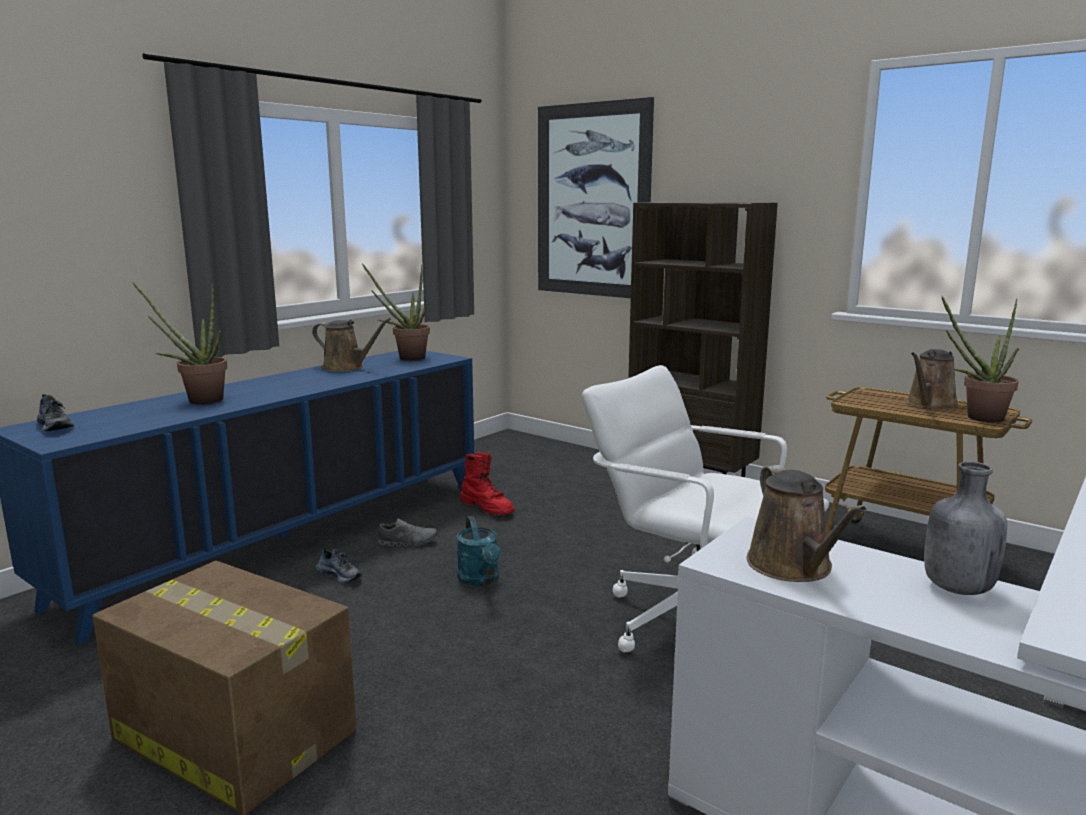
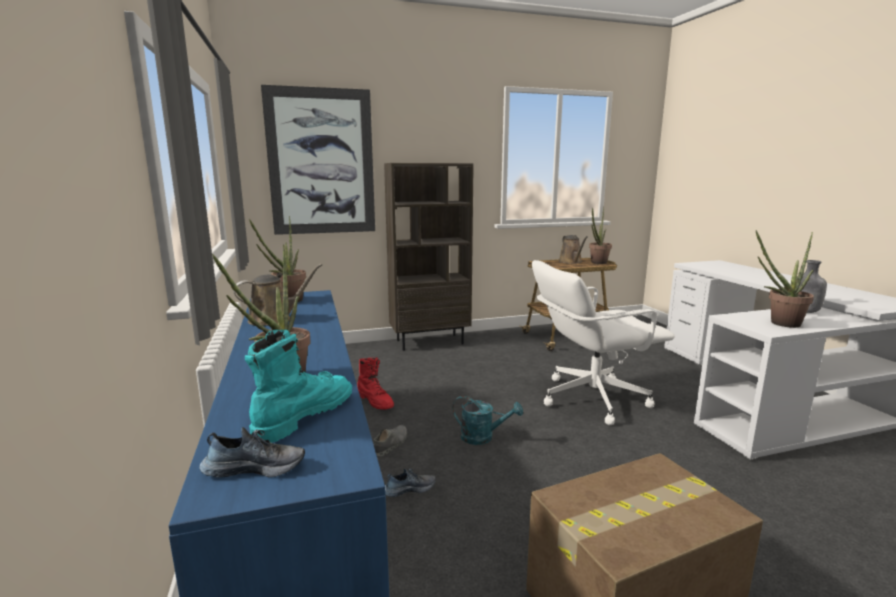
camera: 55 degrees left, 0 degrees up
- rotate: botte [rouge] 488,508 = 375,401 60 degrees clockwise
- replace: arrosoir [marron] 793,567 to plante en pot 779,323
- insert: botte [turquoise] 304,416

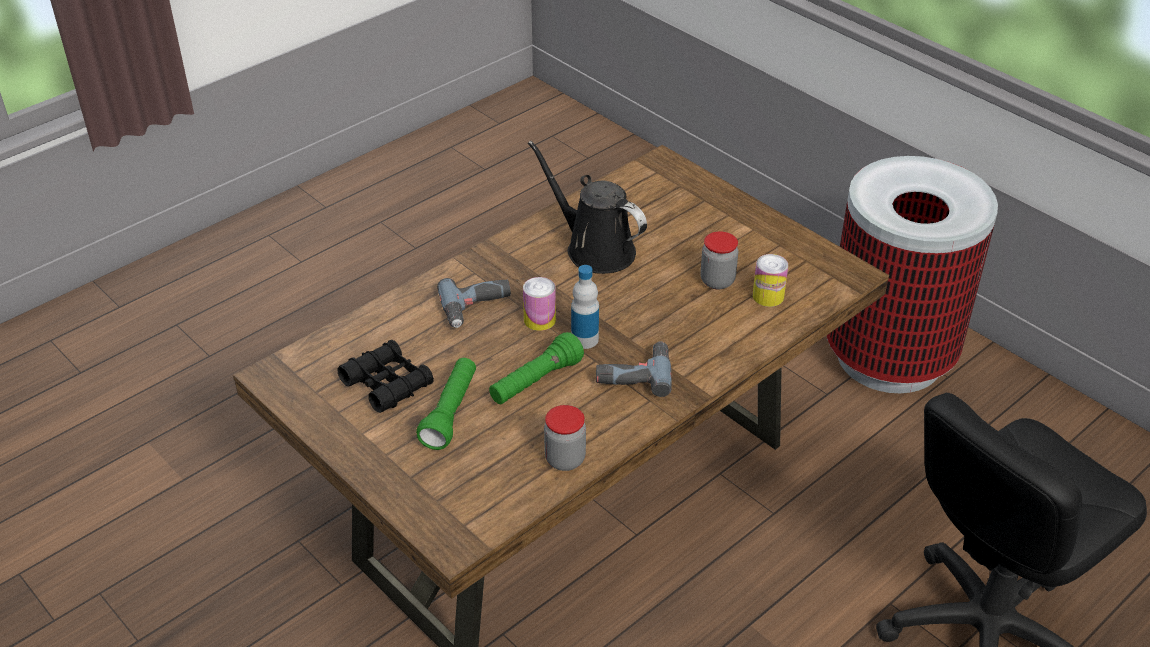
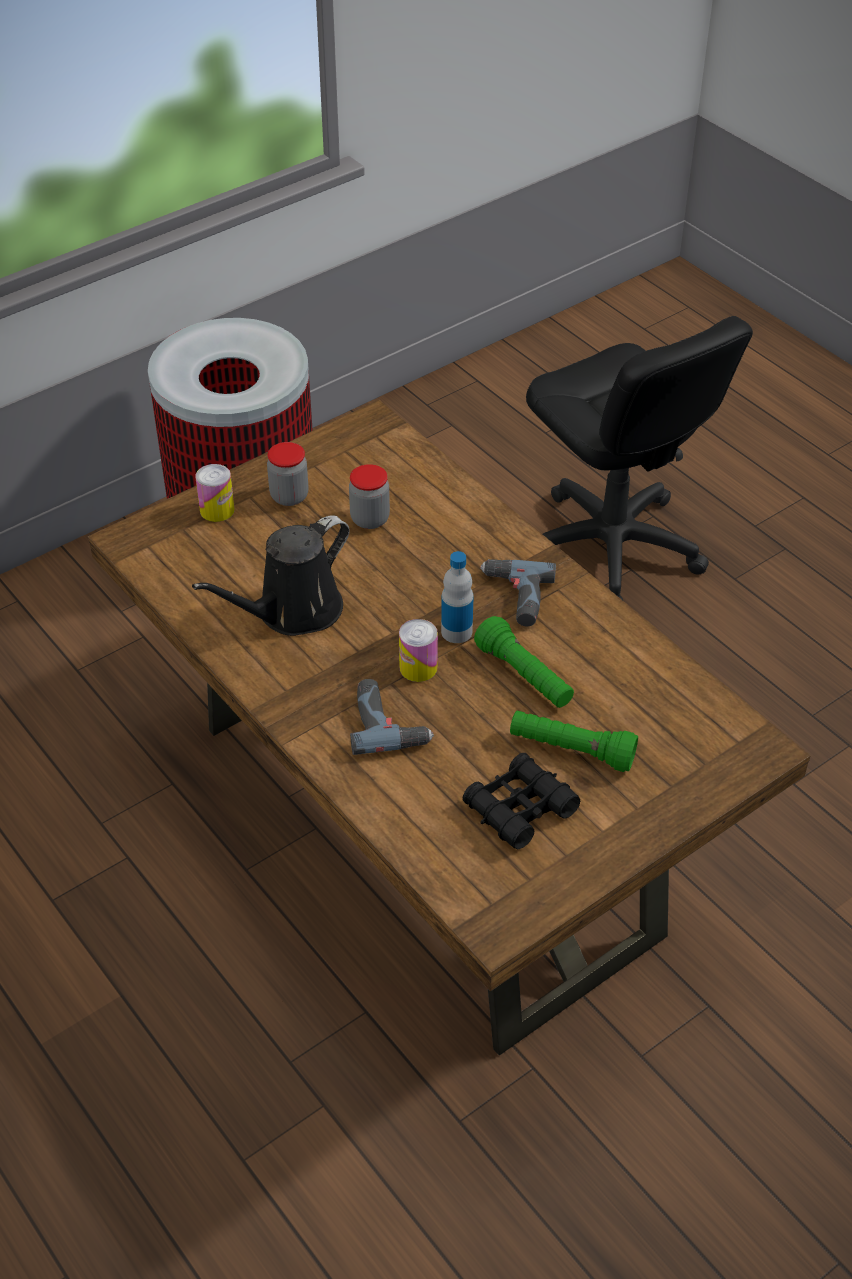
camera: 85 degrees left, 5 degrees up
- move: bocal 565,459 to 289,496
- move: boîte métallique 768,296 to 217,510

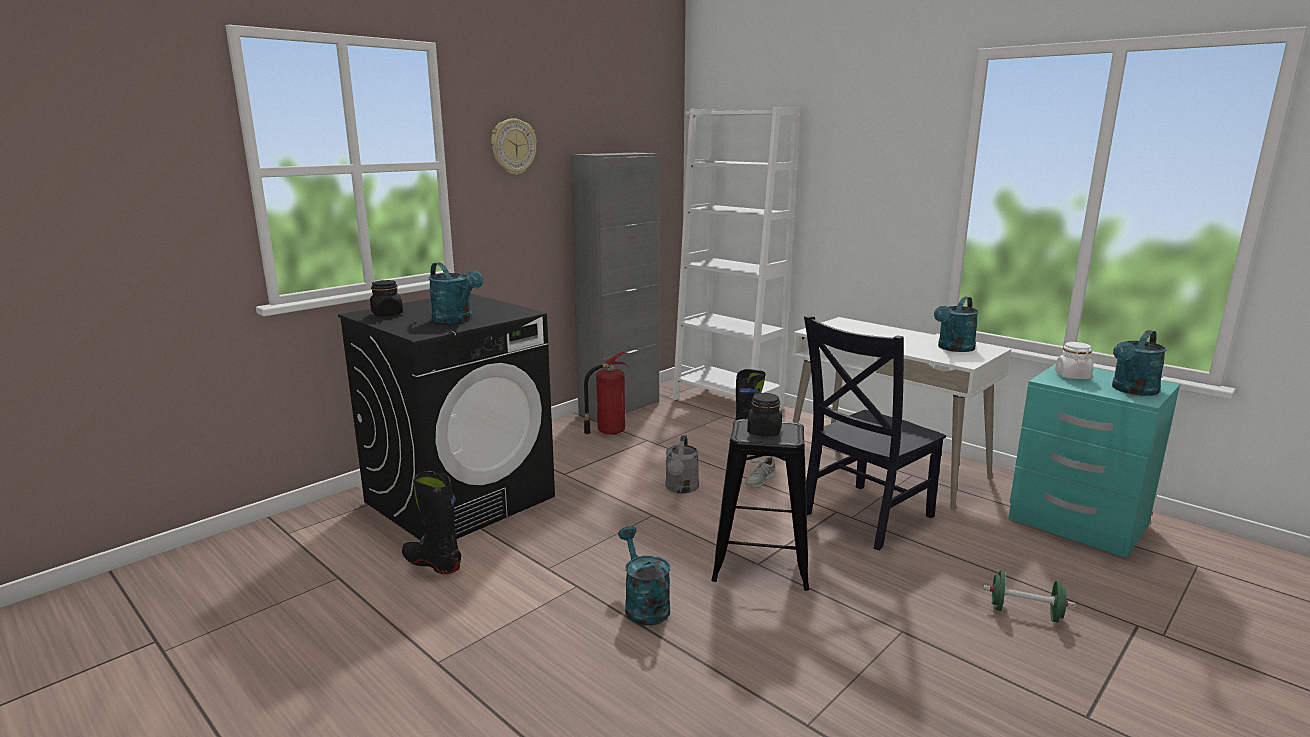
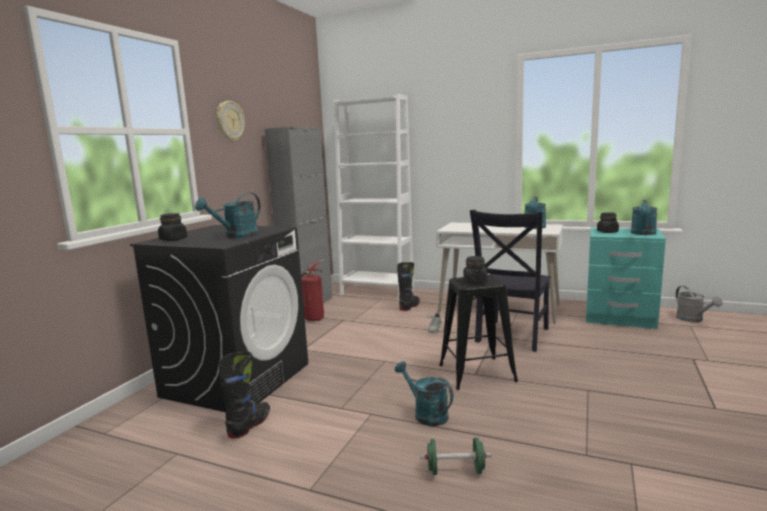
camera: 20 degrees left, 5 degrees down
- rotate: botte [noir] 432,563 = 250,425 105 degrees clockwise
- rotate: arrosoir [turquoise] 456,320 = 236,236 105 degrees clockwise
- move: arrosoir [gris] 681,488 to 693,319
- move: haltère [vert] 1025,612 to 455,470
- recolor: bocal [blanc] 1072,376 to bocal [noir] 607,232

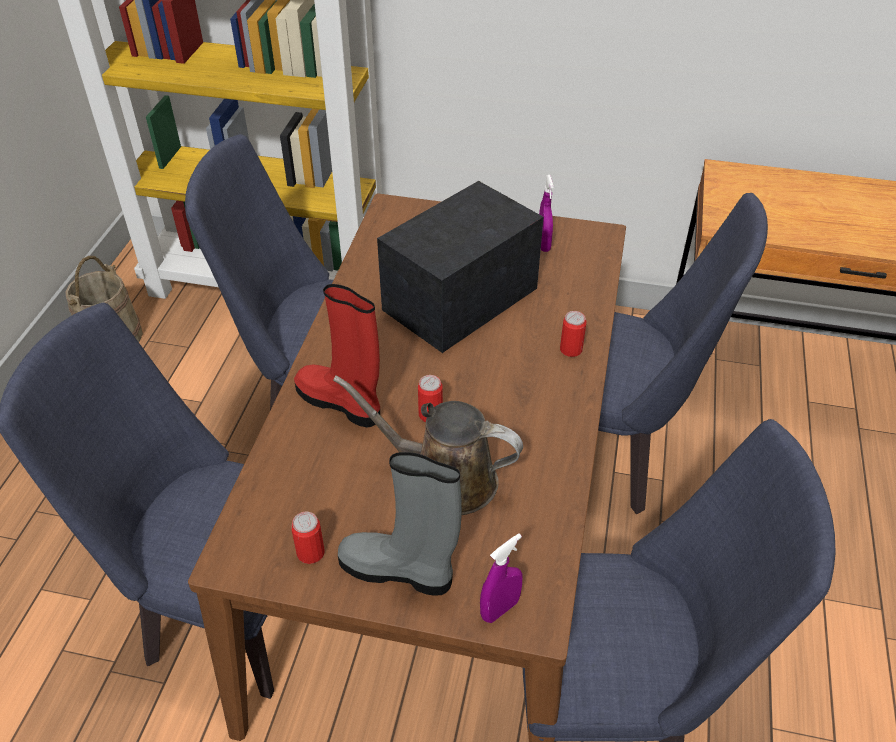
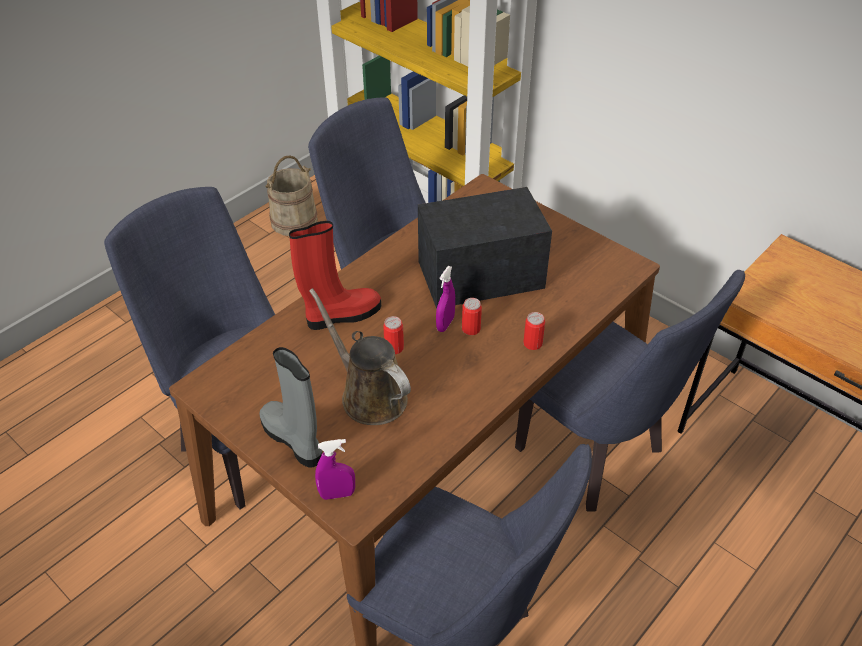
camera: 30 degrees right, 0 degrees up
- move: boîte métallique 310,552 to 471,329
- rotate: botte [rouge] 341,403 = 341,315 90 degrees clockwise
- move: vaporisateur [violet] 543,244 to 445,324

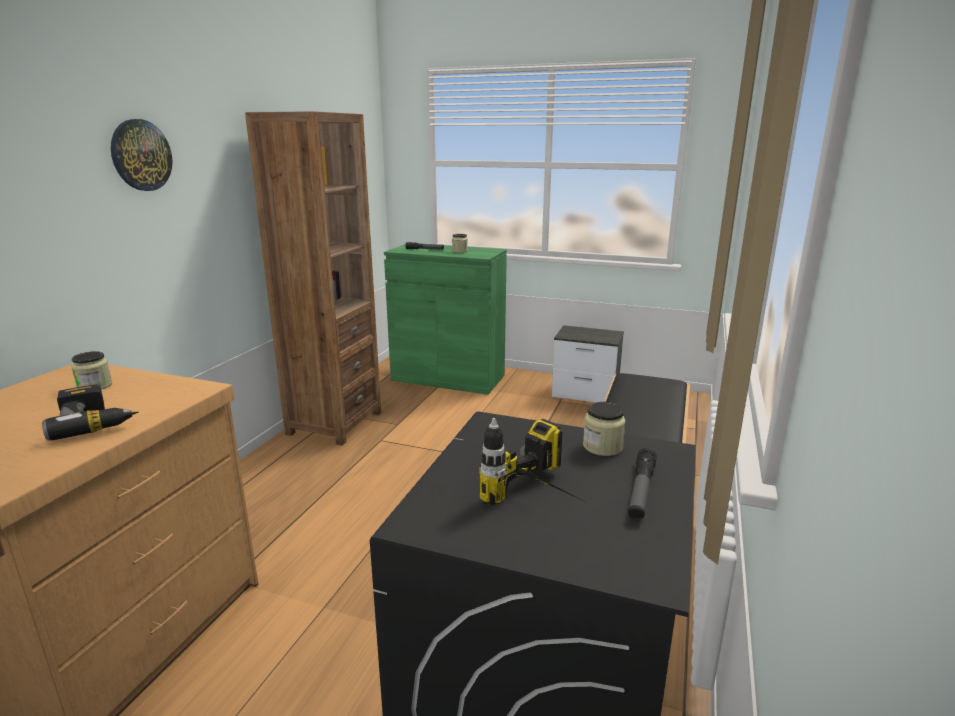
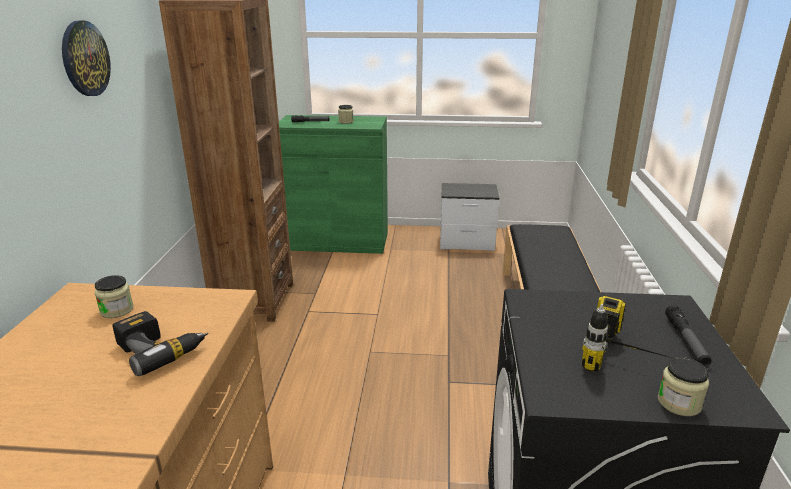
camera: 15 degrees left, 5 degrees up
- move: bocal 602,447 to 679,403

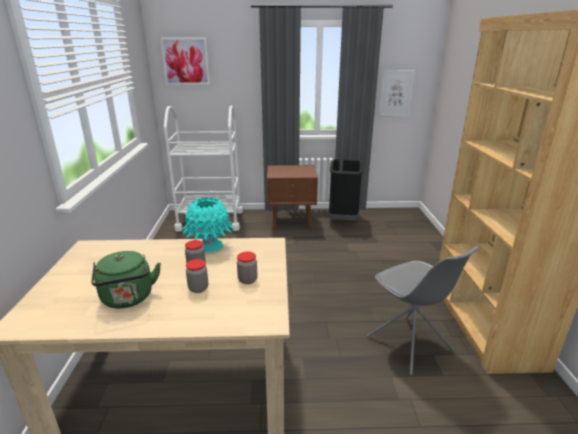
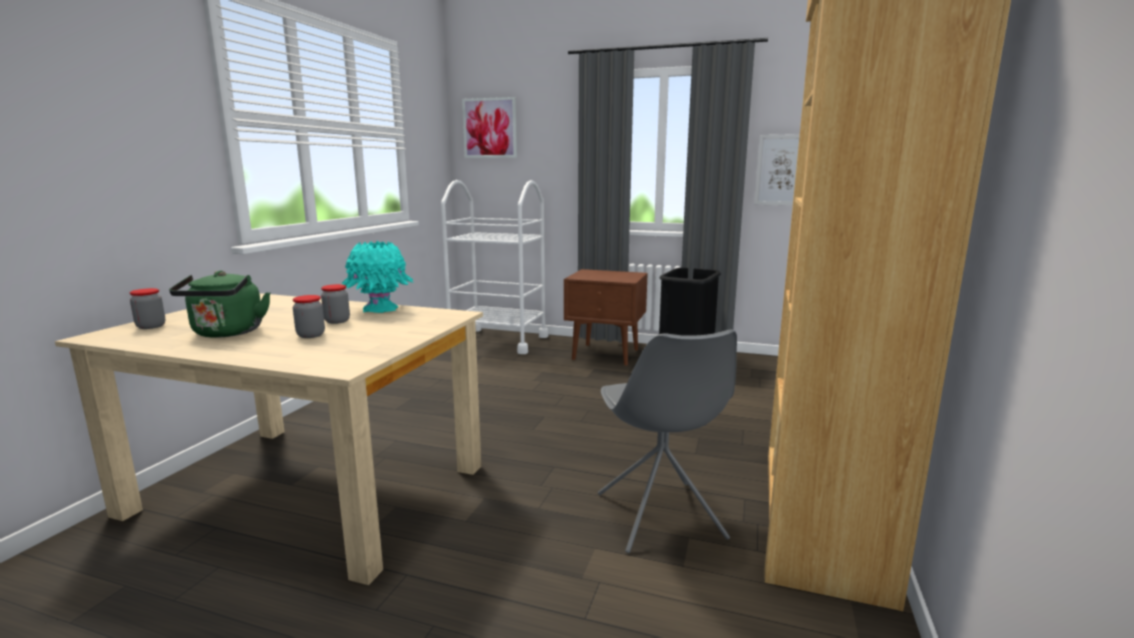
camera: 20 degrees right, 10 degrees down
- move: bocal 247,280 to 151,326

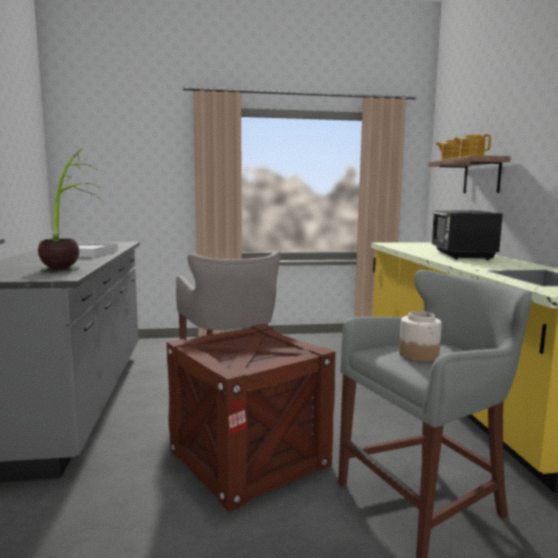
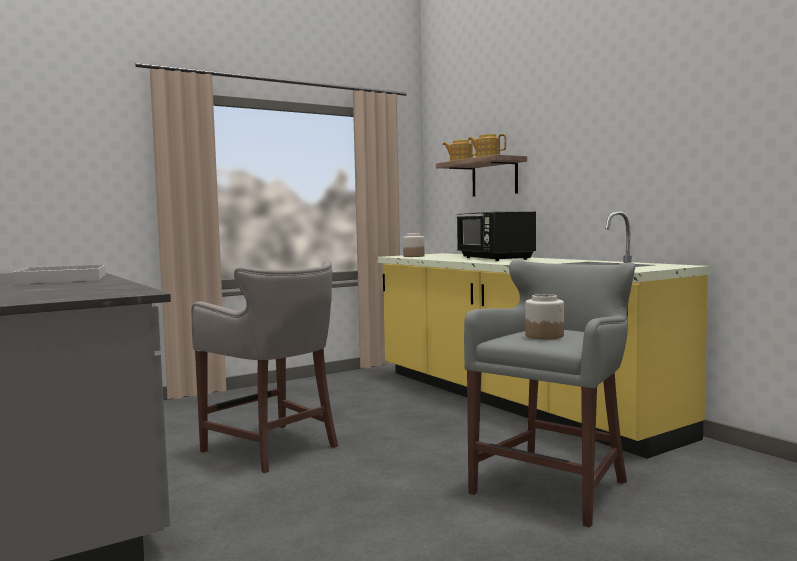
camera: 25 degrees left, 5 degrees down
- delete: plante en pot 71,266
- delete: caisse 248,458
- insert: bocal 413,256

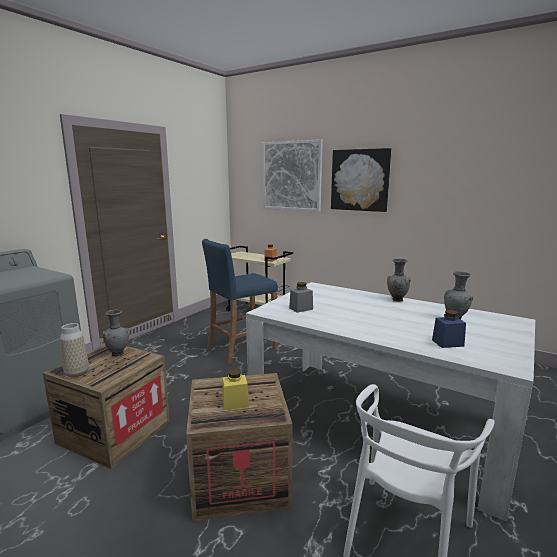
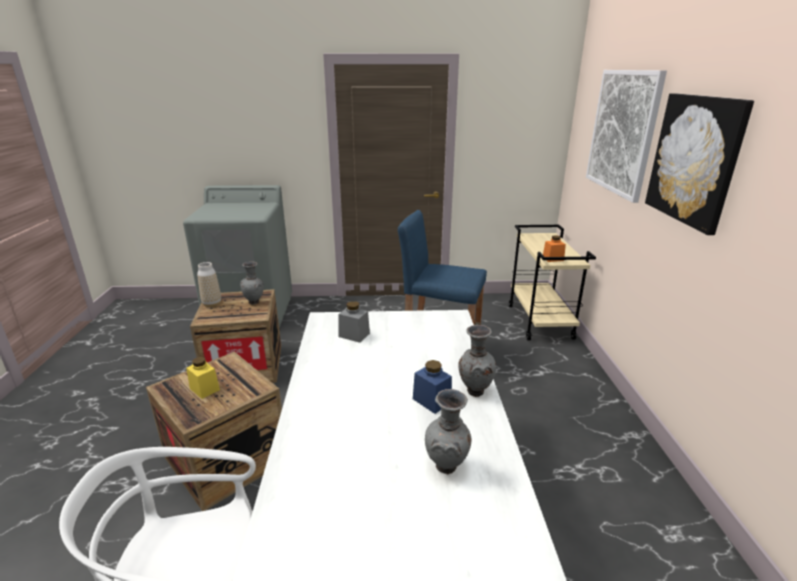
camera: 55 degrees right, 10 degrees up
- move: bocal [bleu] 447,343 to 432,401

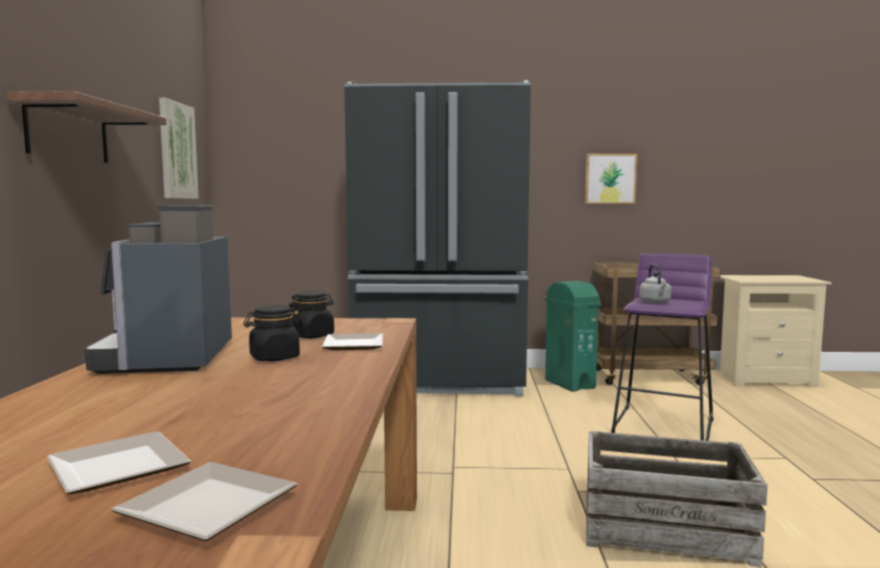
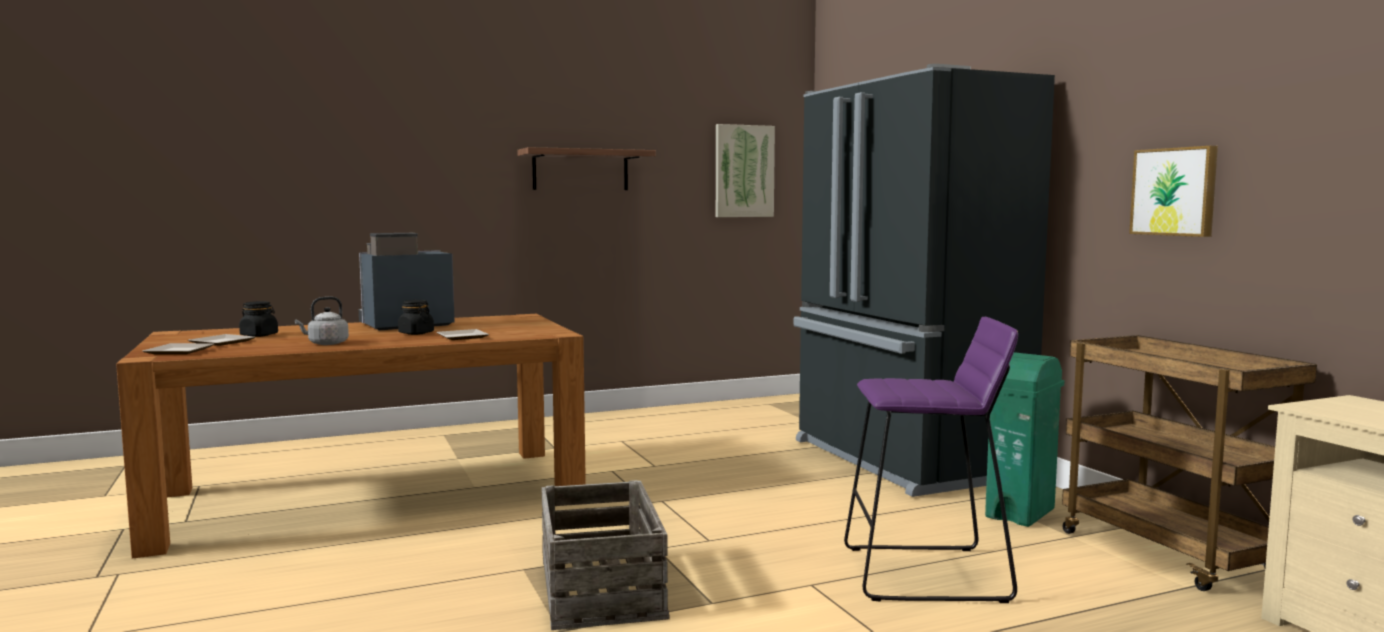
camera: 65 degrees right, 0 degrees up
- move: bocal [noir] 311,336 to 259,335
- move: bouilloire [gris] 655,302 to 326,344

